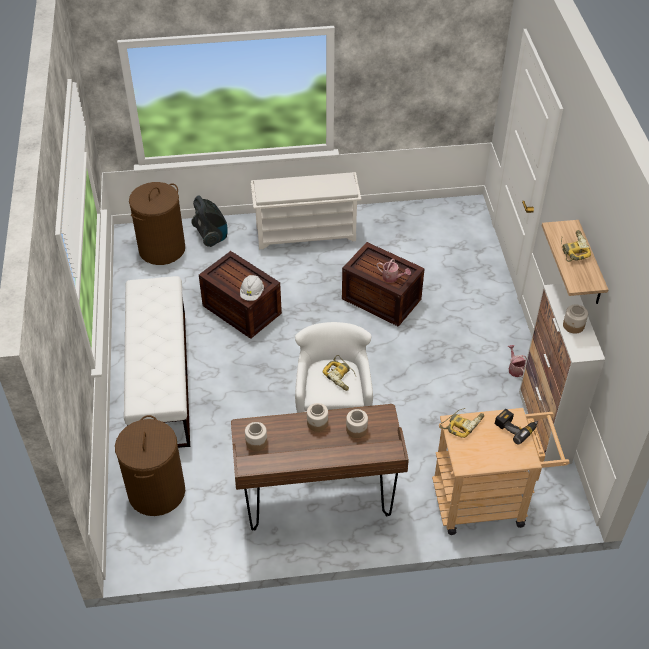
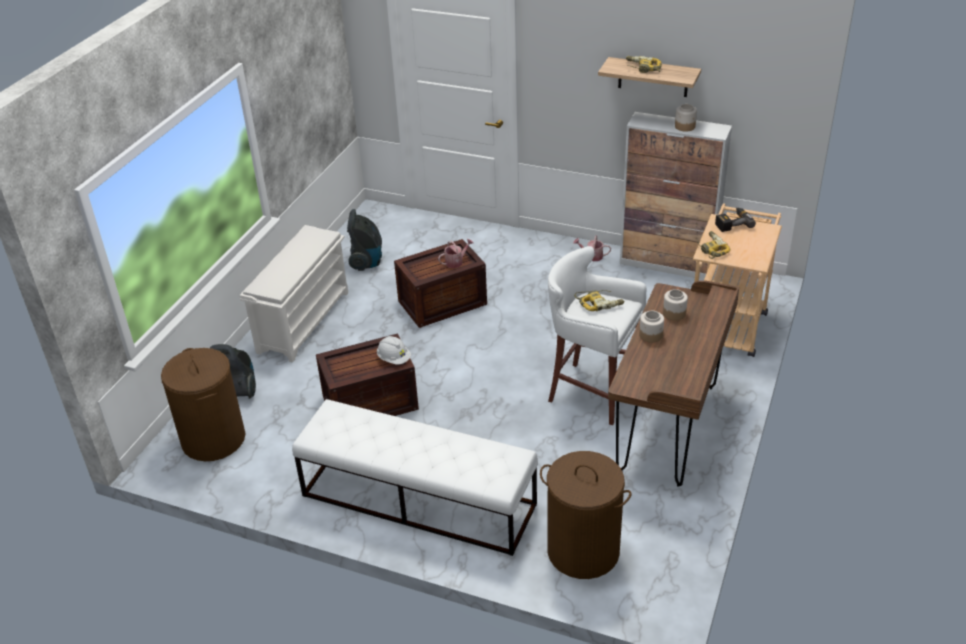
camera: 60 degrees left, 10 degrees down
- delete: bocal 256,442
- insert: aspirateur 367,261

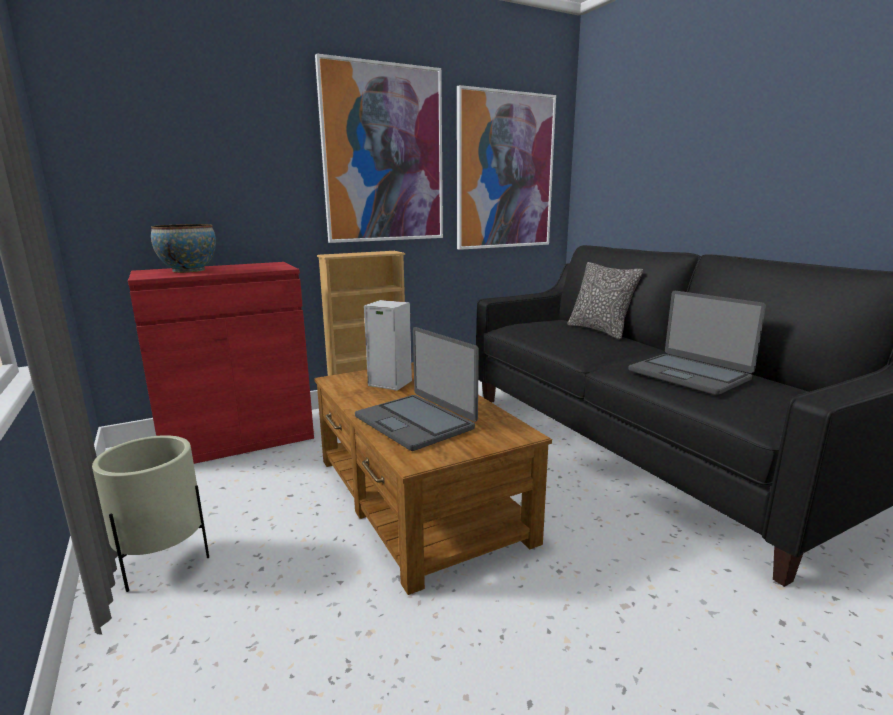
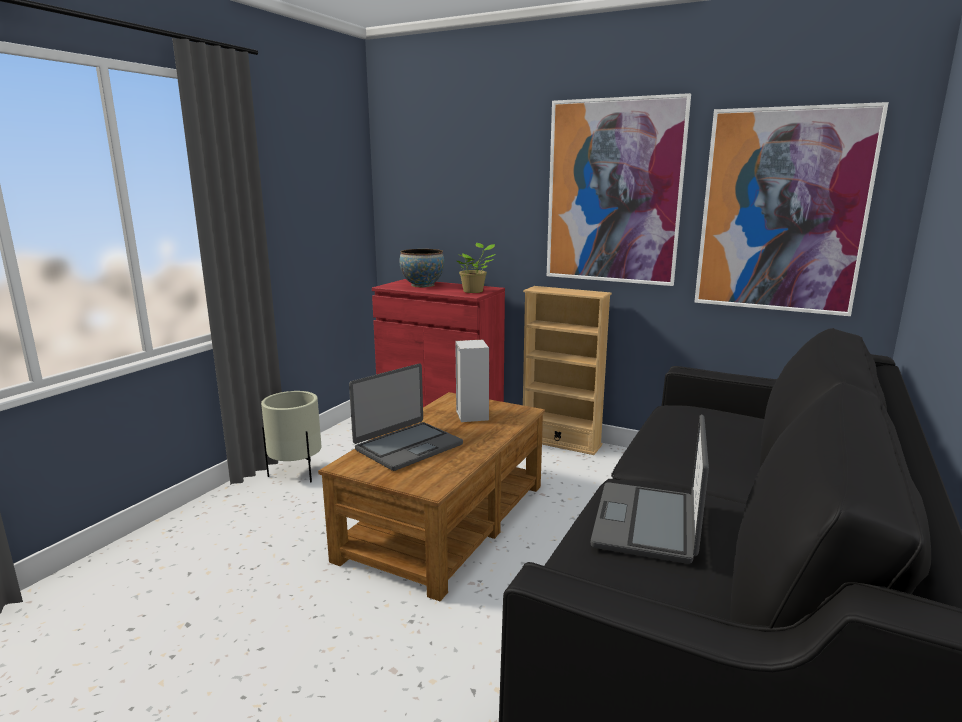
camera: 55 degrees right, 0 degrees up
- rotate: ordinateur portable 415,422 = 408,446 150 degrees counterclockwise
- delete: coussin 600,330
- insert: plante en pot 474,291

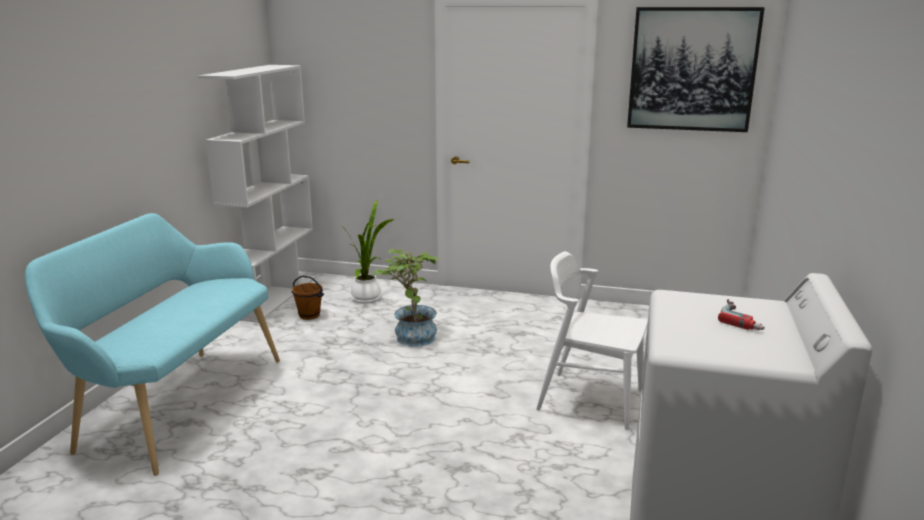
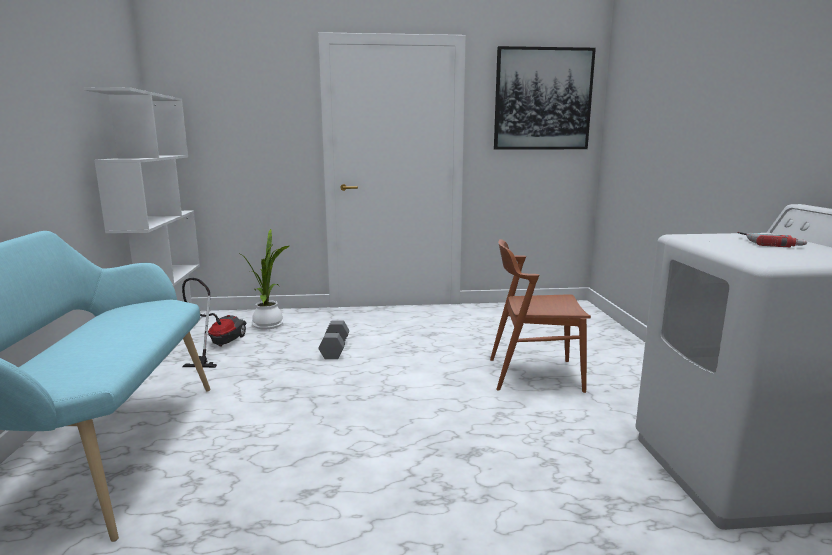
camera: 20 degrees left, 5 degrees down
- replace: seau [marron] 309,315 to aspirateur 218,345
- replace: plante en pot 410,336 to haltère [gris] 334,349
- recolor: chaise [blanc] 590,399 to chaise [marron] 534,374

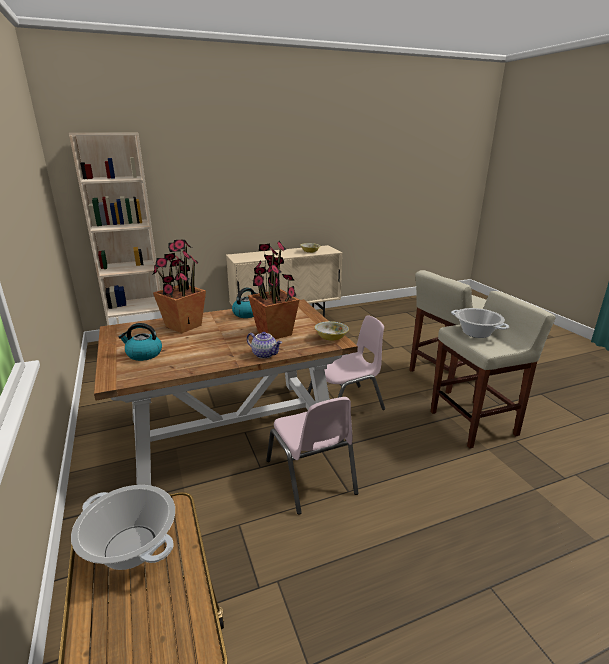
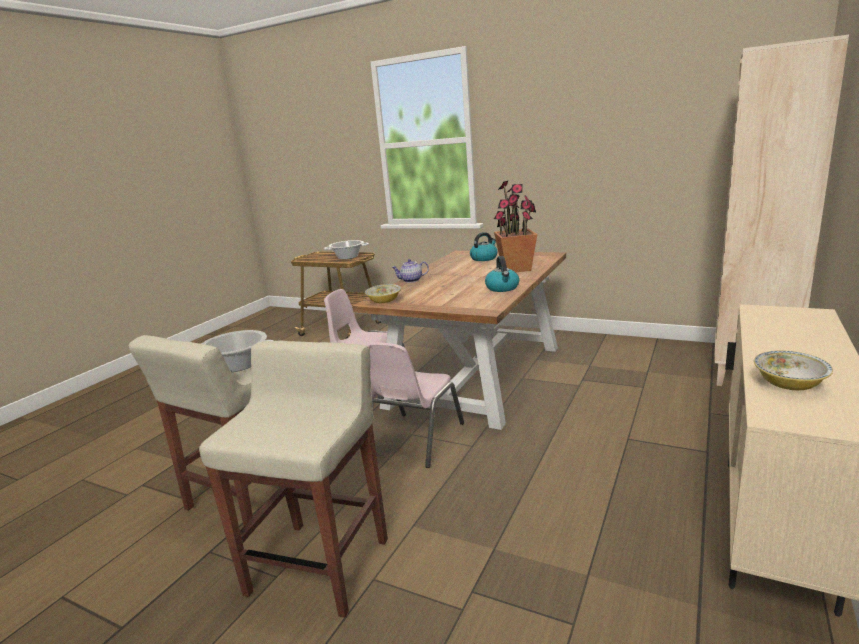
camera: 140 degrees right, 5 degrees down
- delete: plante en pot 274,333

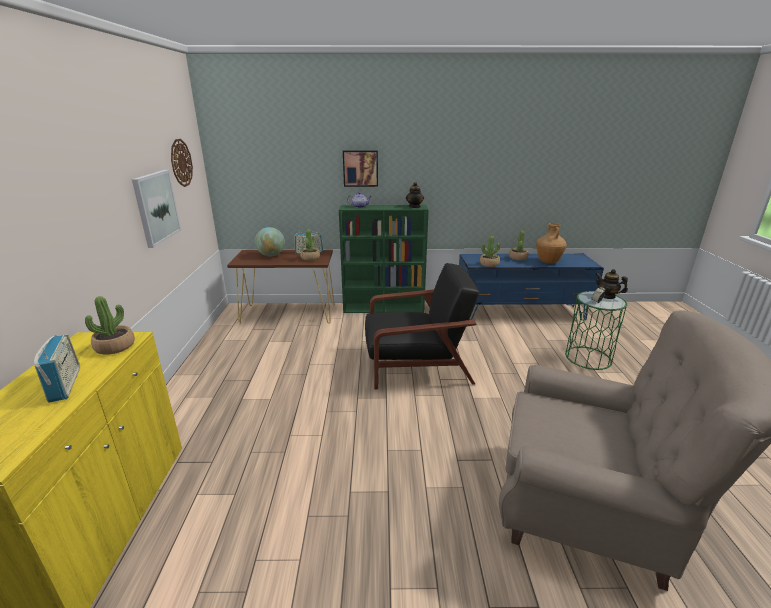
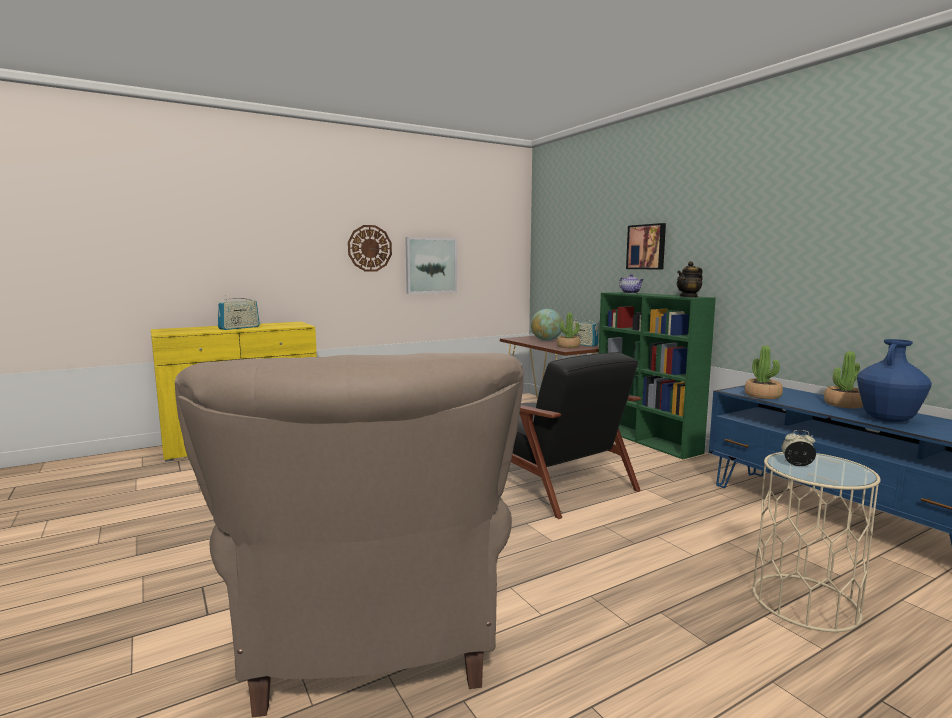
camera: 60 degrees right, 15 degrees down
- delete: plante en pot 115,346
- move: horloge murale 181,163 to 369,248
- recolor: vase [marron] 548,262 to vase [bleu] 887,420
- recolor: table d'appoint [vert] 588,358 to table d'appoint [beige] 804,602
- delete: théière 607,296

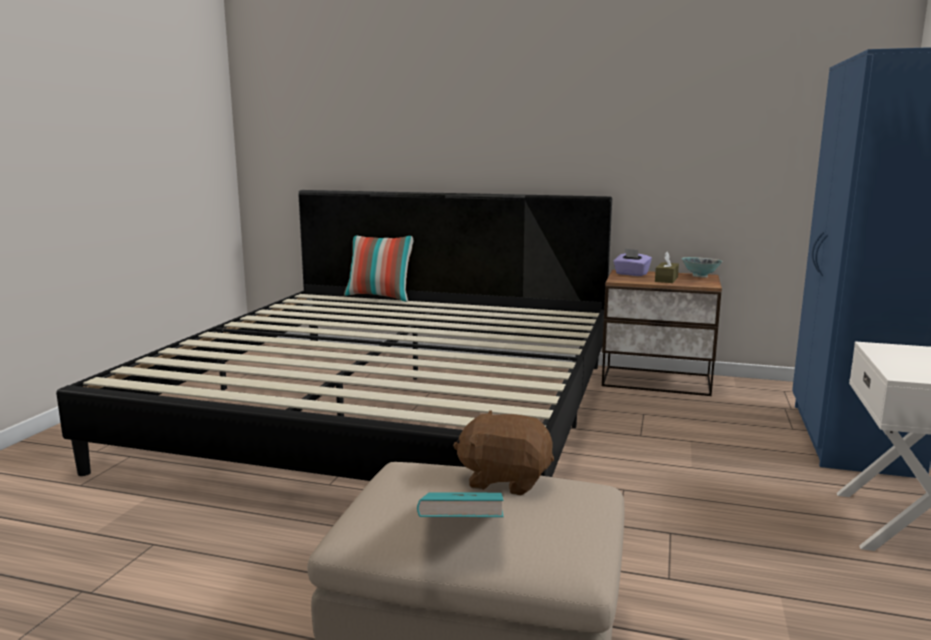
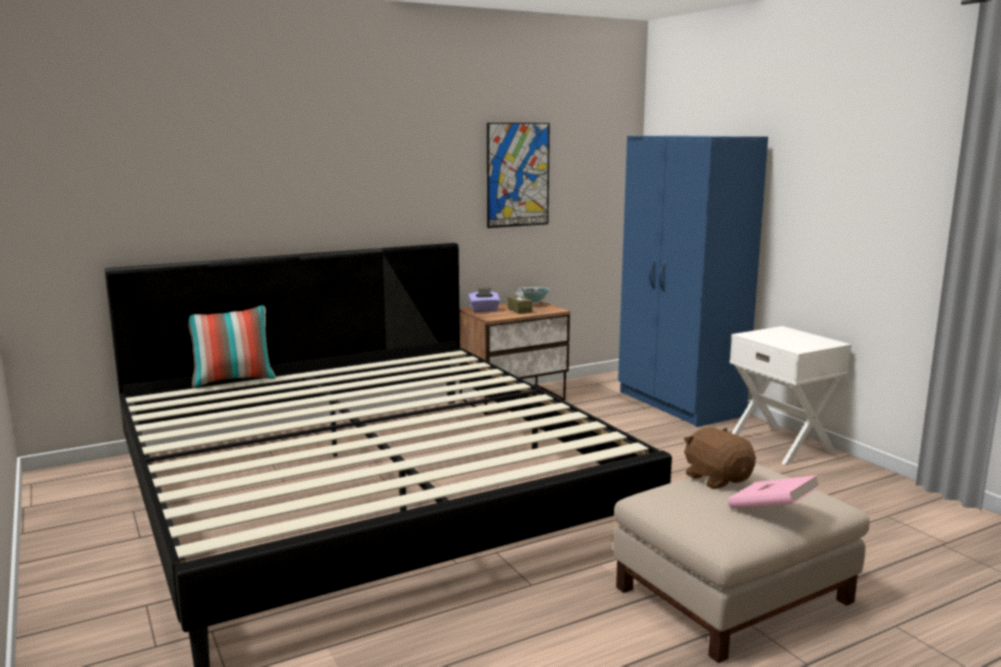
camera: 45 degrees left, 0 degrees up
- recolor: livre [turquoise] 462,529 to livre [rose] 771,510
- rotate: peluche [marron] 505,479 = 717,478 90 degrees clockwise
- insert: tableau 518,175

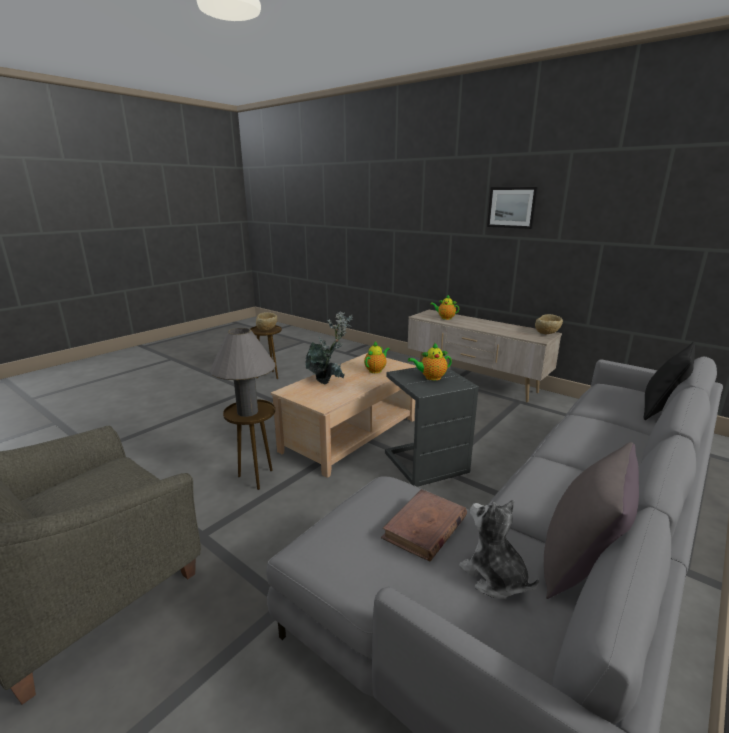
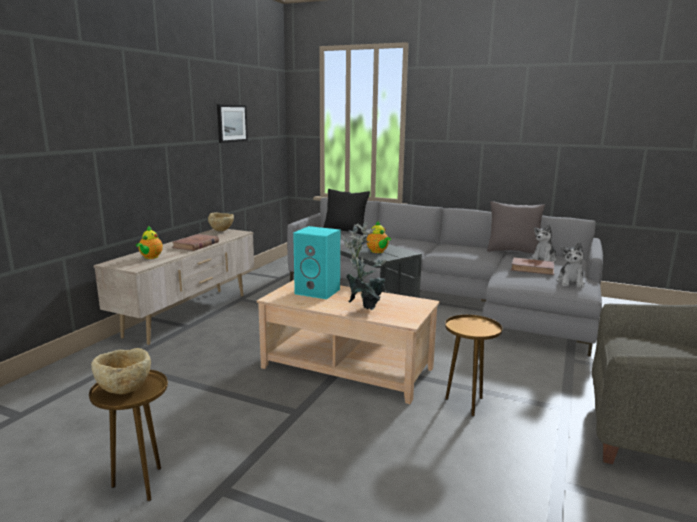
camera: 105 degrees left, 5 degrees down
- delete: lampe de table [gris] 247,412
- replace: théière 376,370 to enceinte [turquoise] 319,291
- move: tableau 512,207 to 231,123
- insert: livre [marron] 195,245
- insert: peluche 570,282

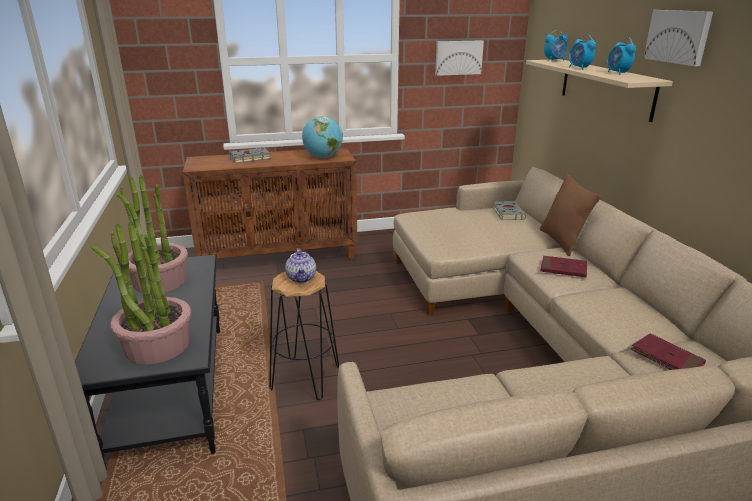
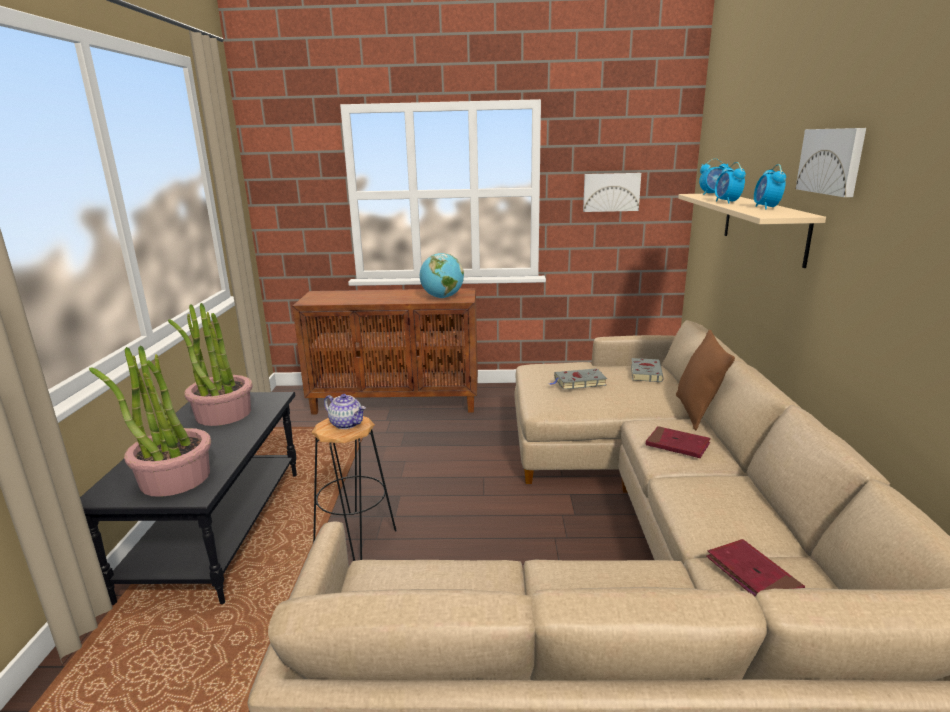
camera: 15 degrees right, 5 degrees down
- move: livre [gris] 249,158 to 578,382
- rotate: théière 301,278 = 347,424 60 degrees counterclockwise

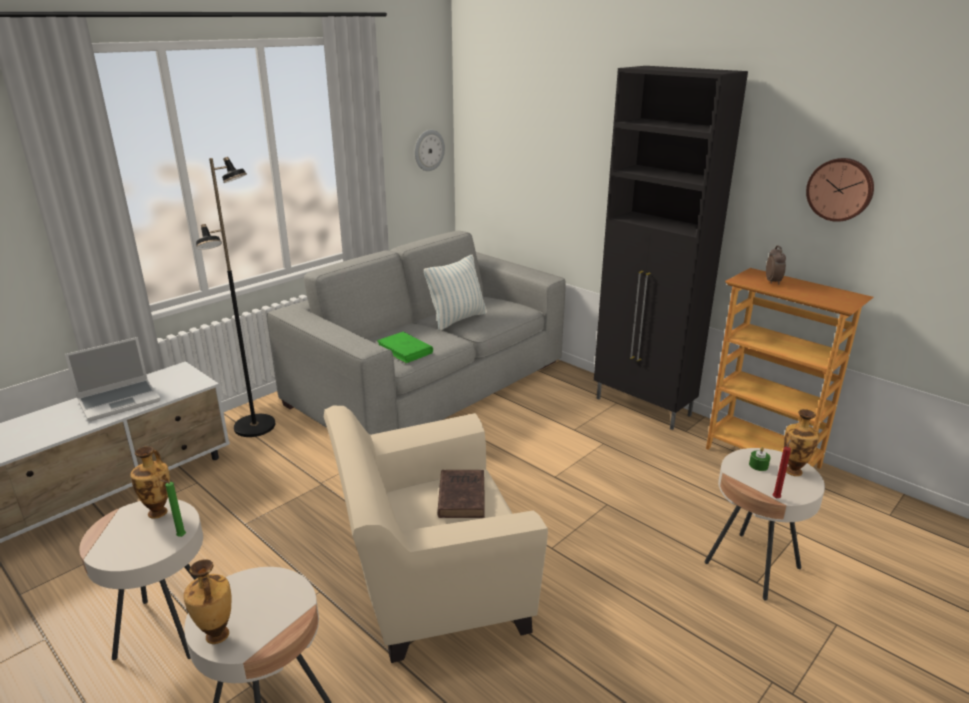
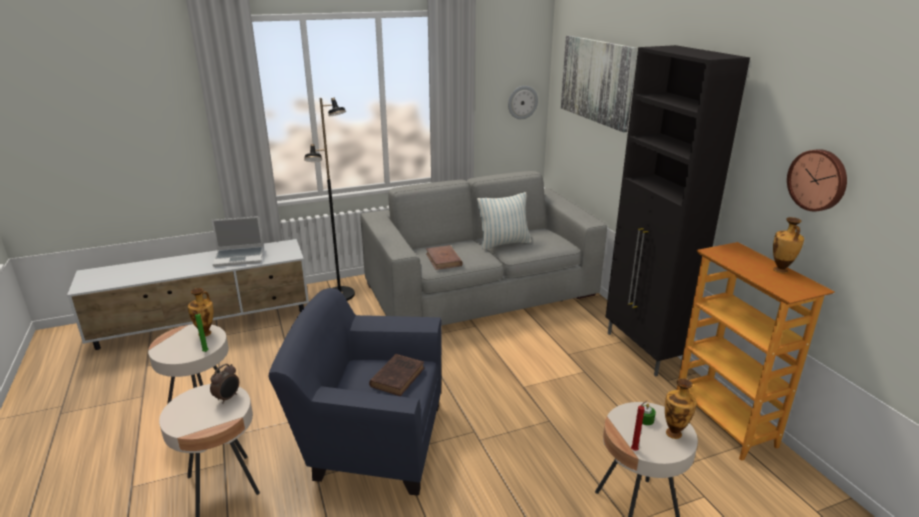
camera: 25 degrees right, 0 degrees up
- move: vase 217,636 to 780,270
- recolor: fauteuil [beige] 430,590 to fauteuil [bleu] 371,441
- recolor: livre [vert] 405,350 to livre [marron] 443,260
- move: réveil 773,282 to 228,398
- insert: tableau 597,81

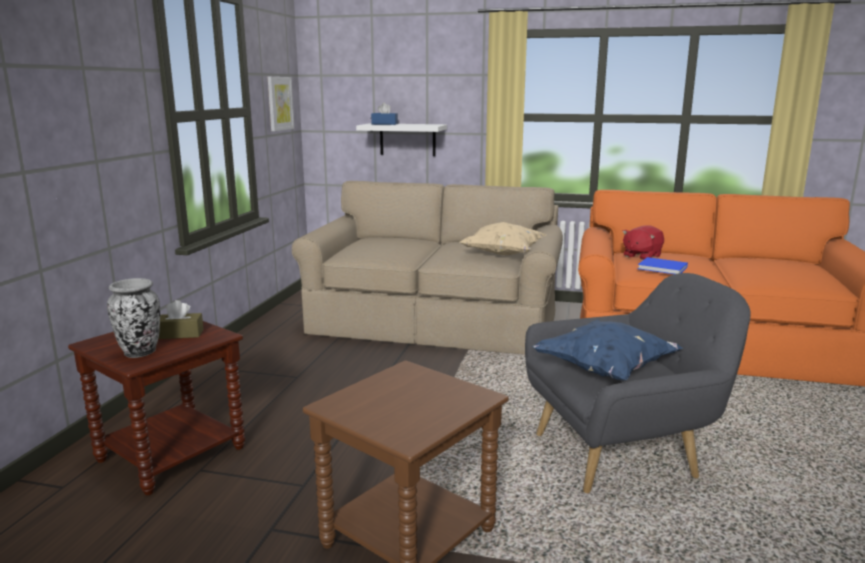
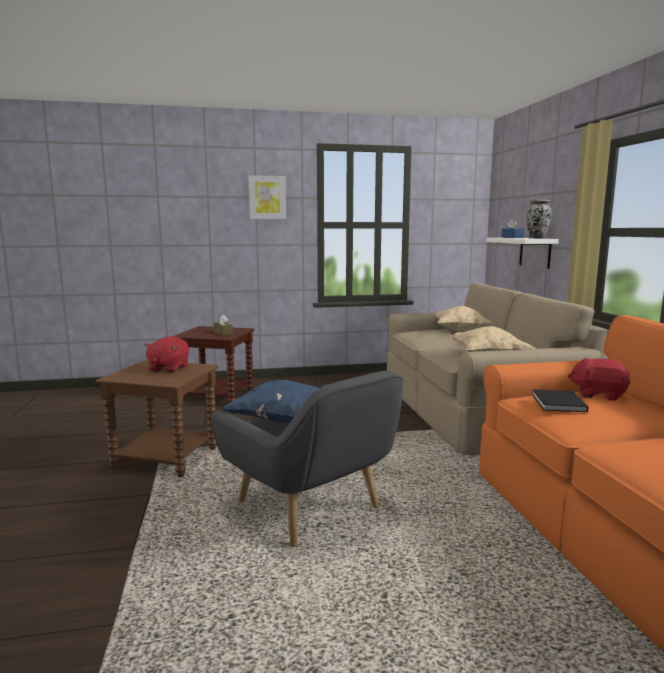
camera: 65 degrees right, 5 degrees down
- move: vase 140,352 to 537,238
- move: tableau 279,103 to 267,197
- recolor: livre [bleu] 664,268 to livre [noir] 558,403
- insert: peluche [rouge] 168,368
- insert: coussin [beige] 460,331

